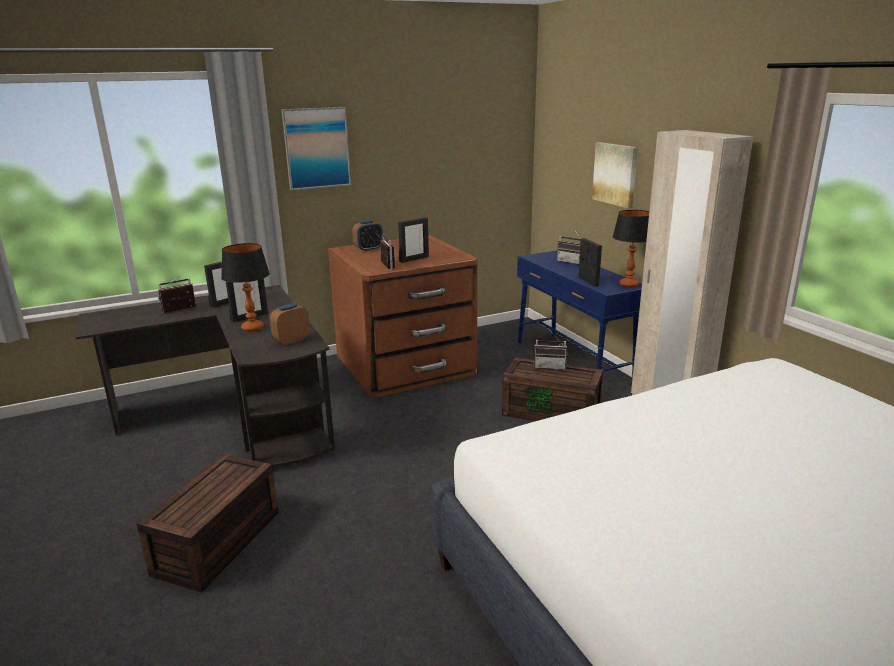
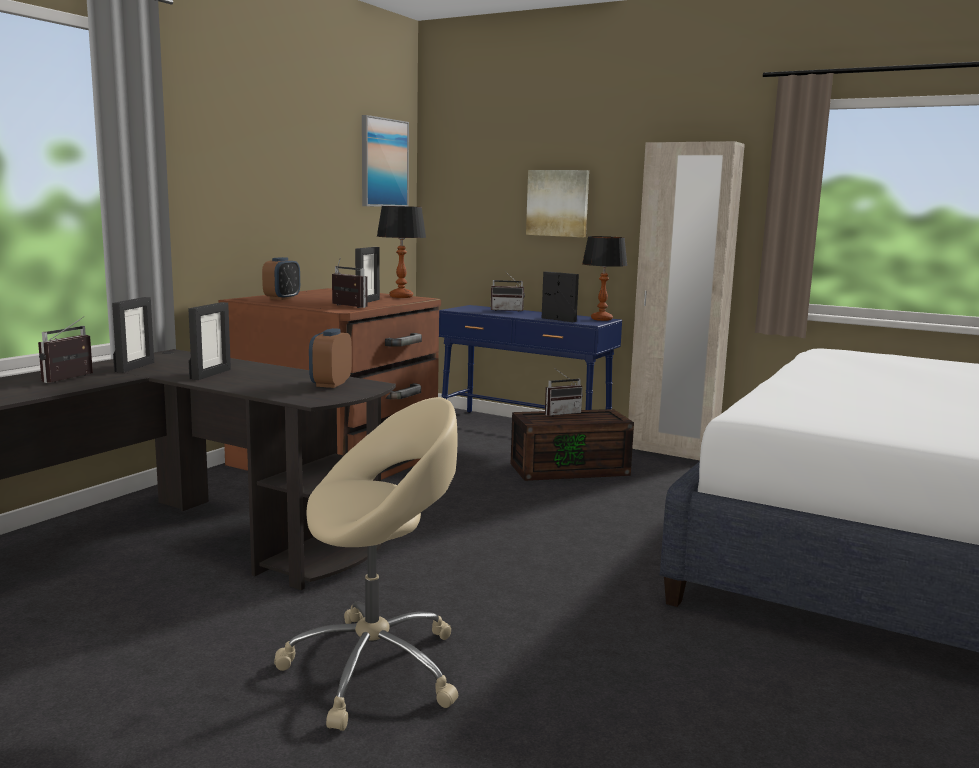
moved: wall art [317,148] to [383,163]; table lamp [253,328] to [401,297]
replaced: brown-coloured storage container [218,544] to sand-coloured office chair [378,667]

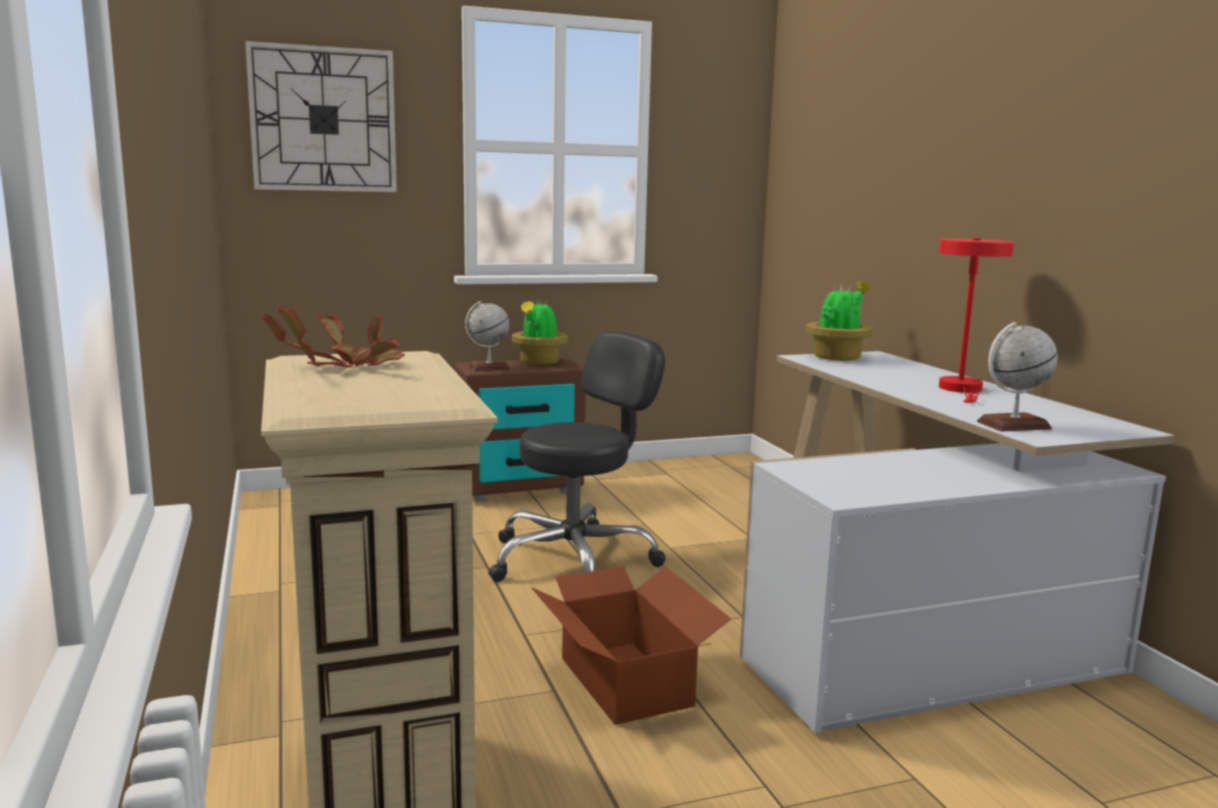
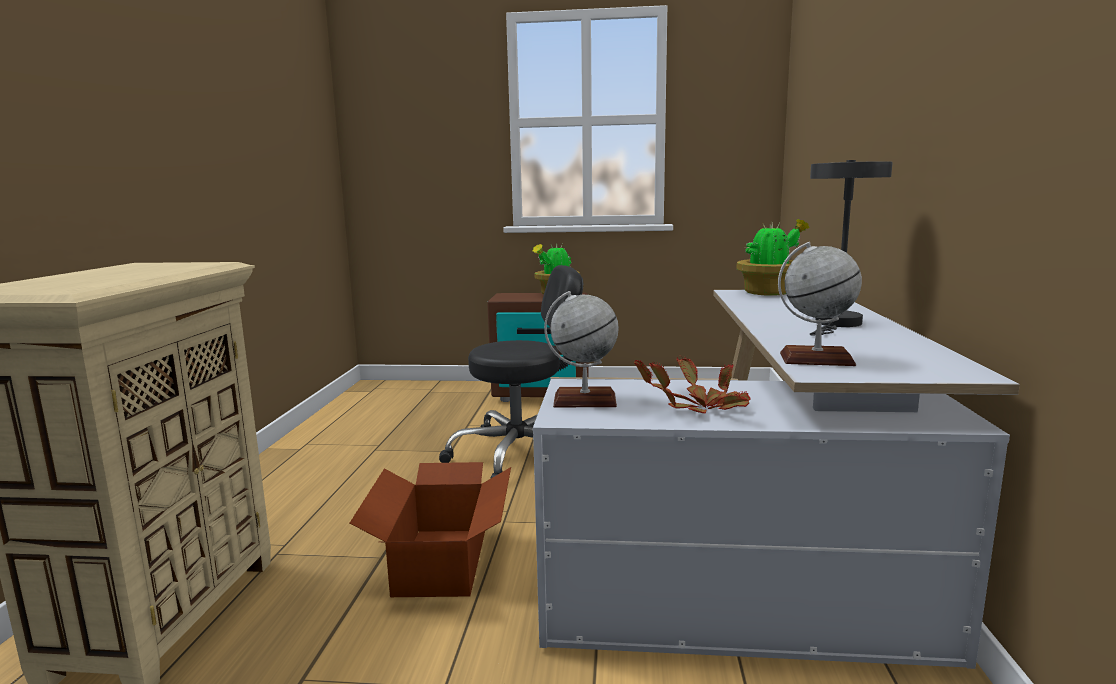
removed: wall clock [323,120]
moved: globe [488,368] to [584,400]; plant in a pot [346,366] to [700,407]
recoloured: red table lamp [962,390] to gray table lamp [837,324]

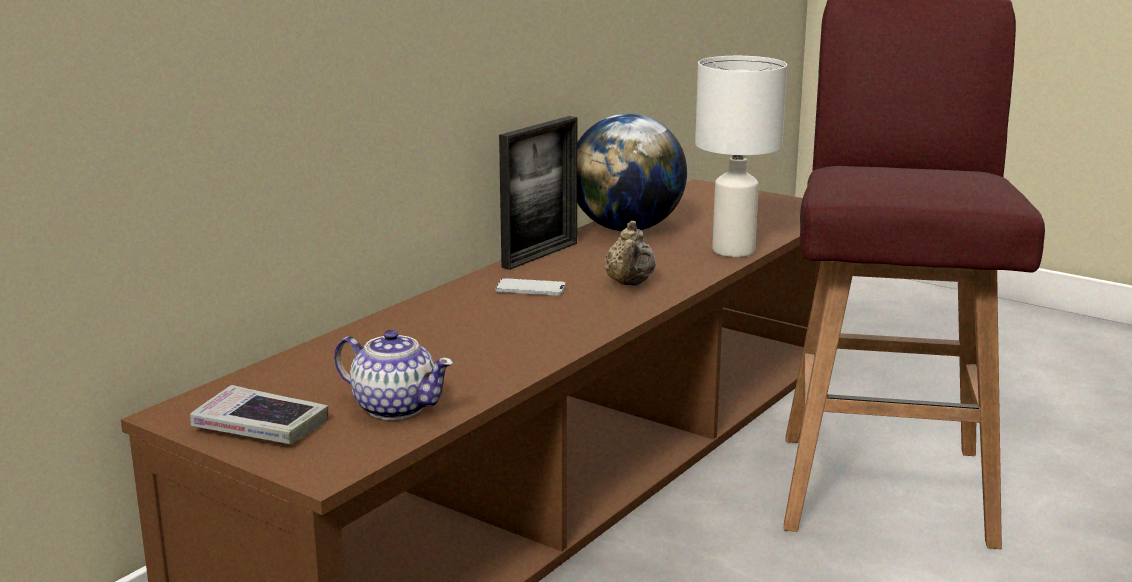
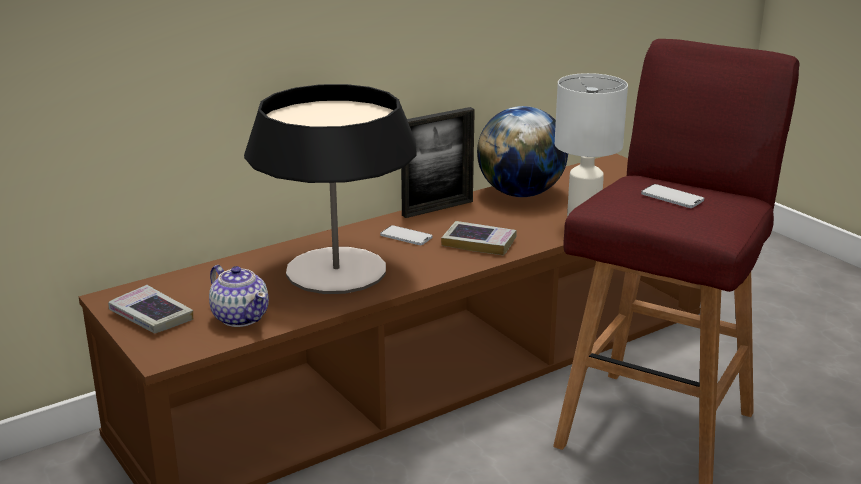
added: table lamp [336,270]; phone [672,197]
replaced: sand-coloured teapot [629,284] to bound book [479,243]

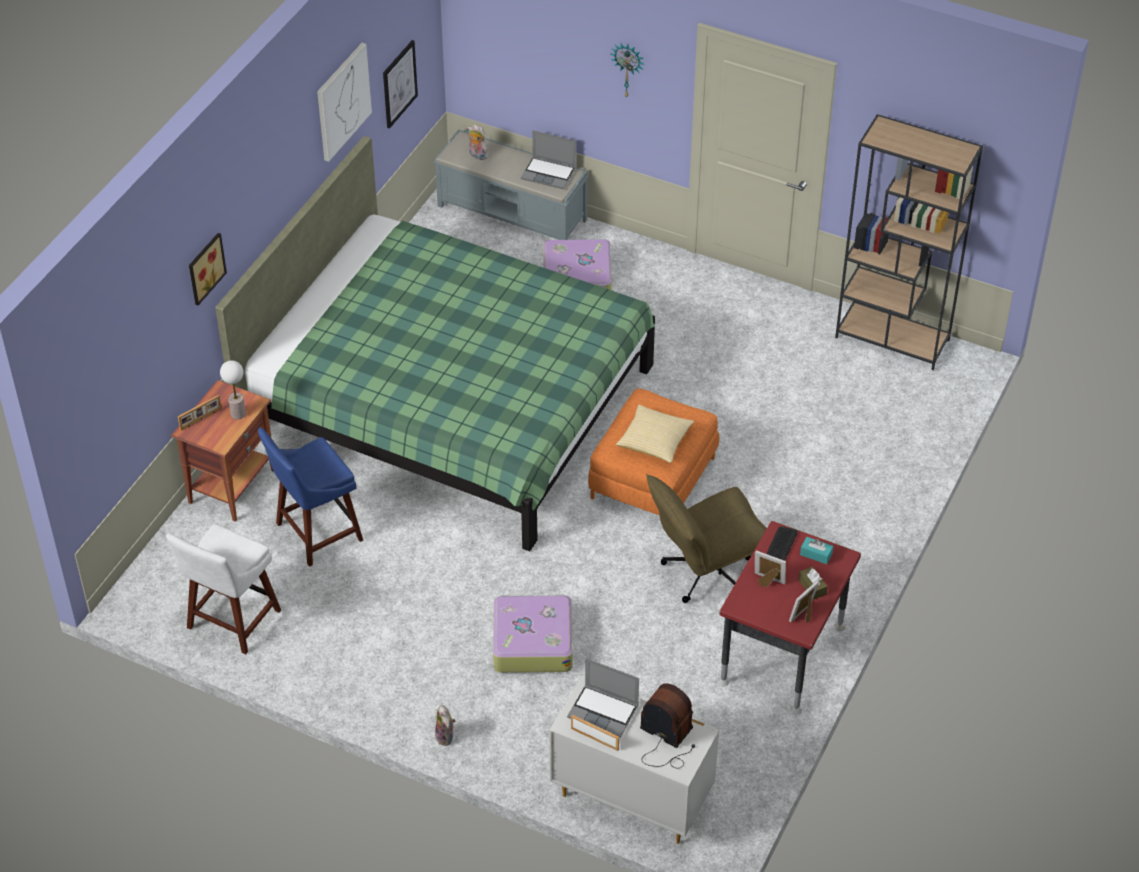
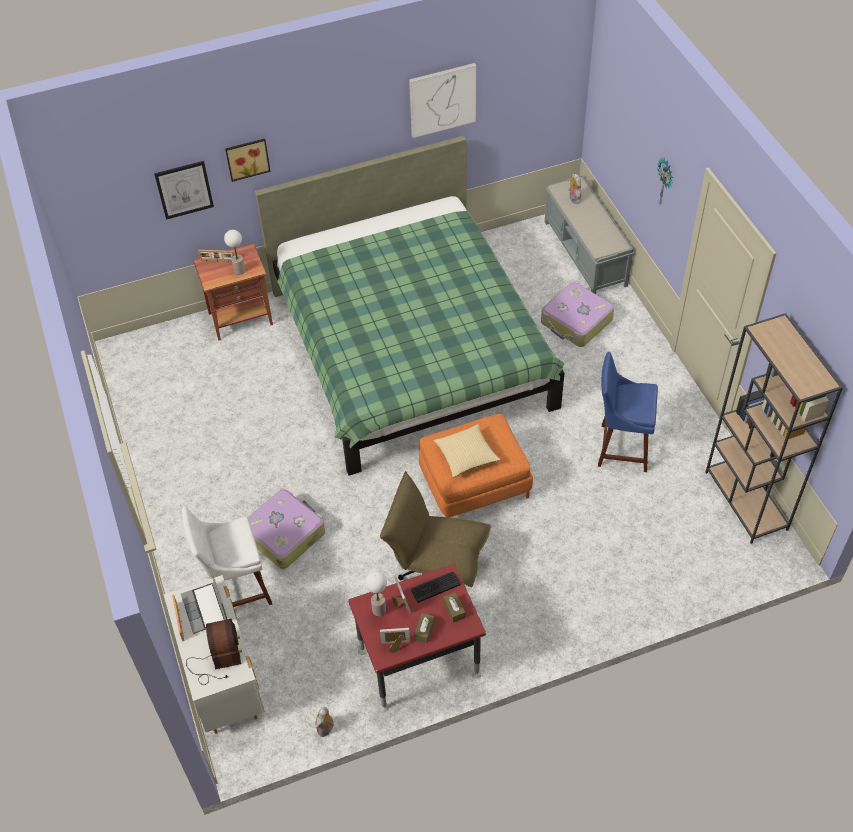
removed: laptop [549,173]
added: table lamp [379,610]
moved: wall art [399,84] to [184,189]; blue upright chair [315,533] to [620,447]; whitish upright chair [230,622] to [235,588]; soft toy [446,737] to [326,729]
recoloured: turquoise-coloured tissue box [816,554] to brown-coloured tissue box [454,609]

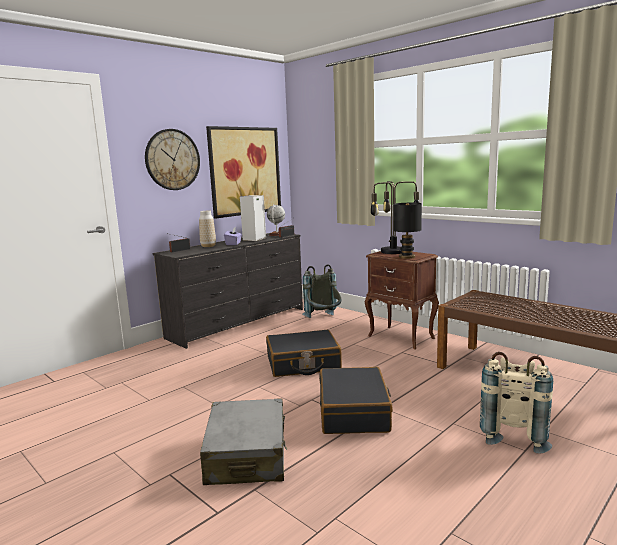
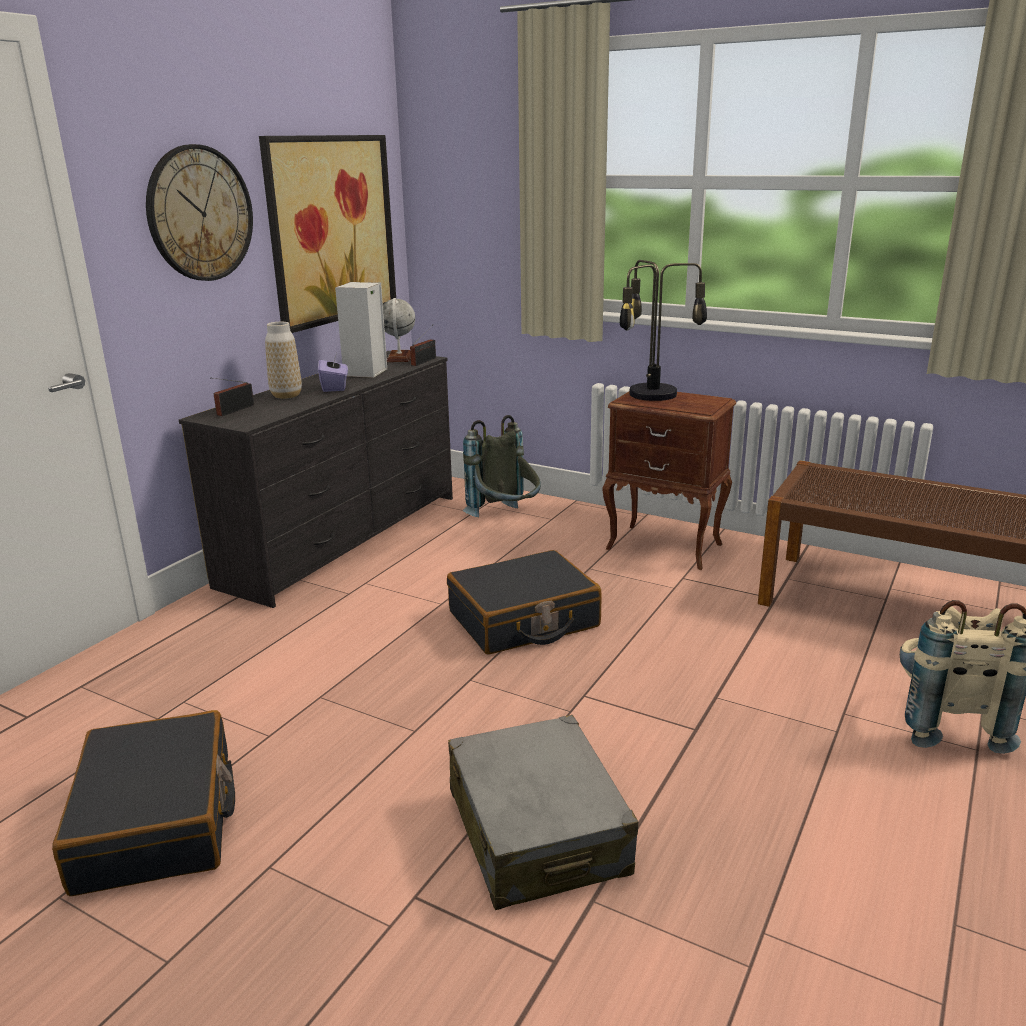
removed: black-coloured table lamp [407,257]
moved: black-coloured piece of luggage [354,412] to [157,821]

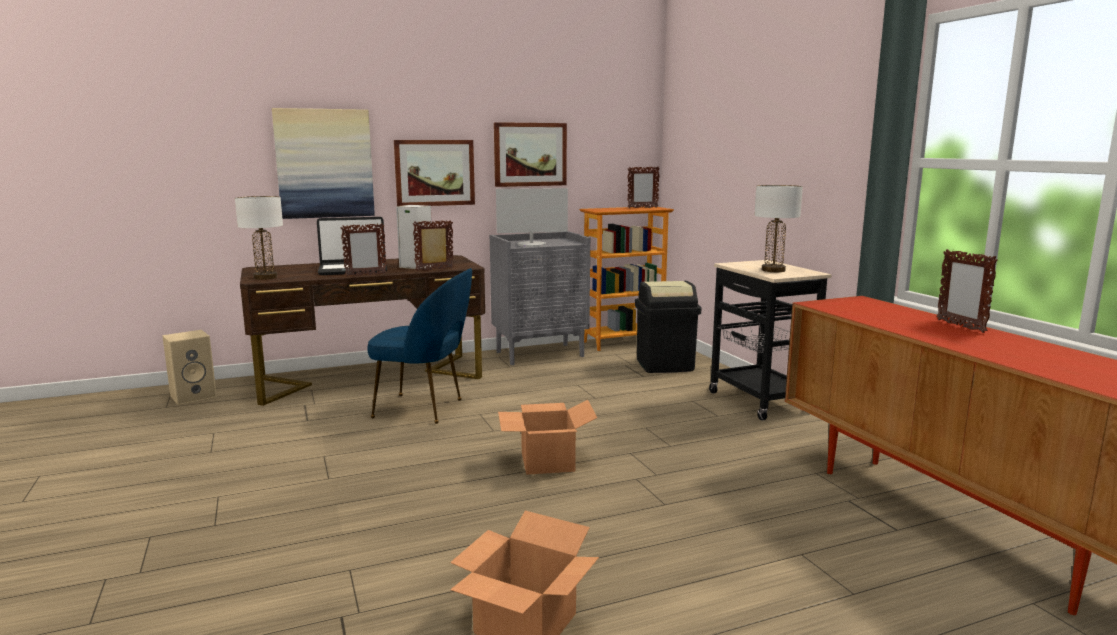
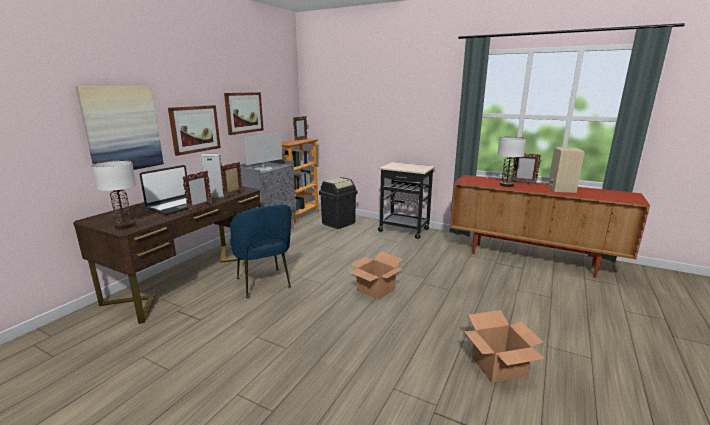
moved: table lamp [773,270] to [506,185]; sand-coloured loudspeaker [194,396] to [560,189]
turned: blue upright chair [425,409] = [264,285] 90 degrees clockwise

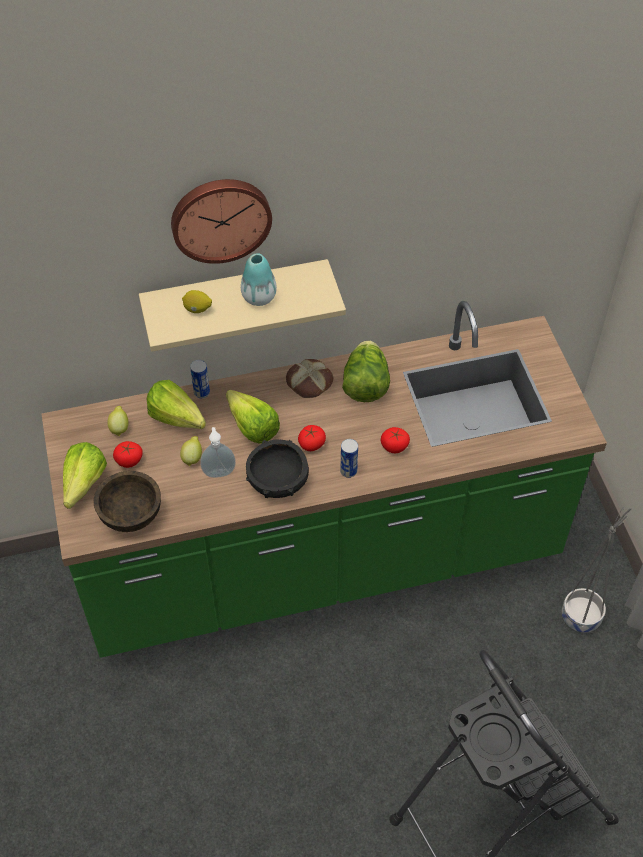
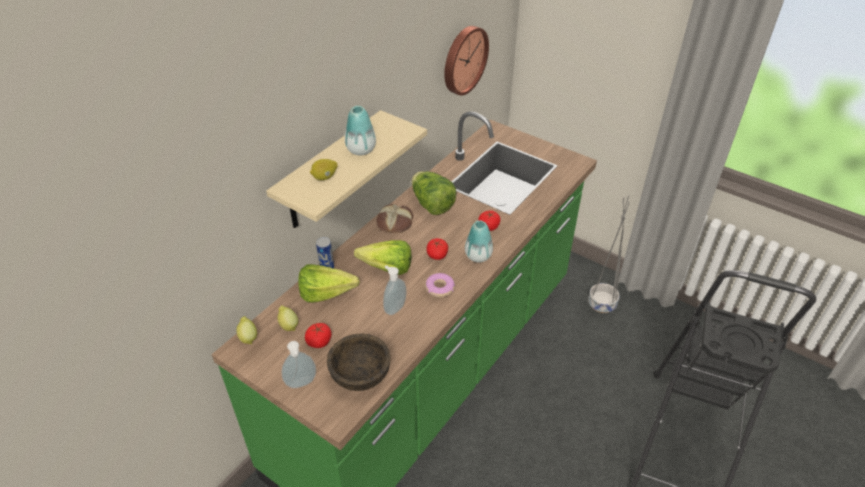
moved: wall clock [220,218] to [463,59]; citrus fruit [192,457] to [248,337]
replaced: black-coloured serving bowl [277,480] to donut [440,288]; can [348,471] to decorative vase [478,256]; lettuce head [81,489] to soap bottle [301,384]

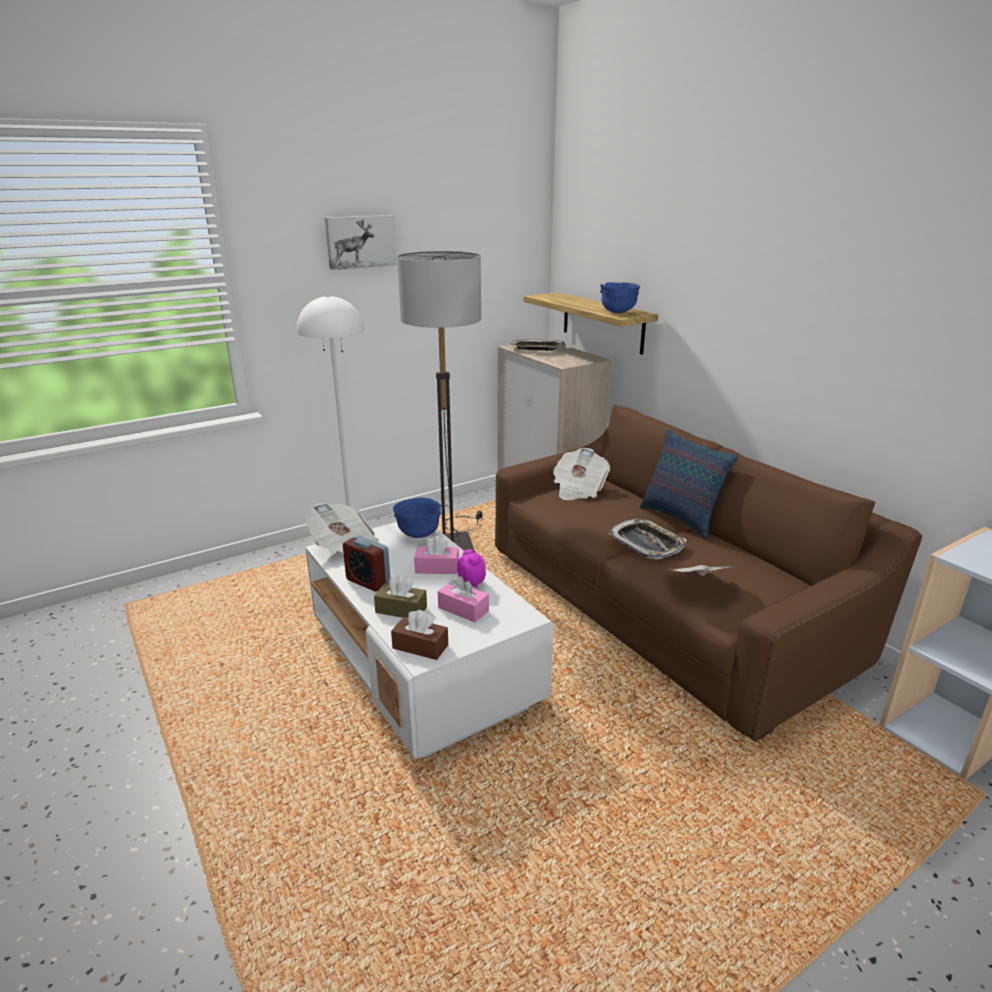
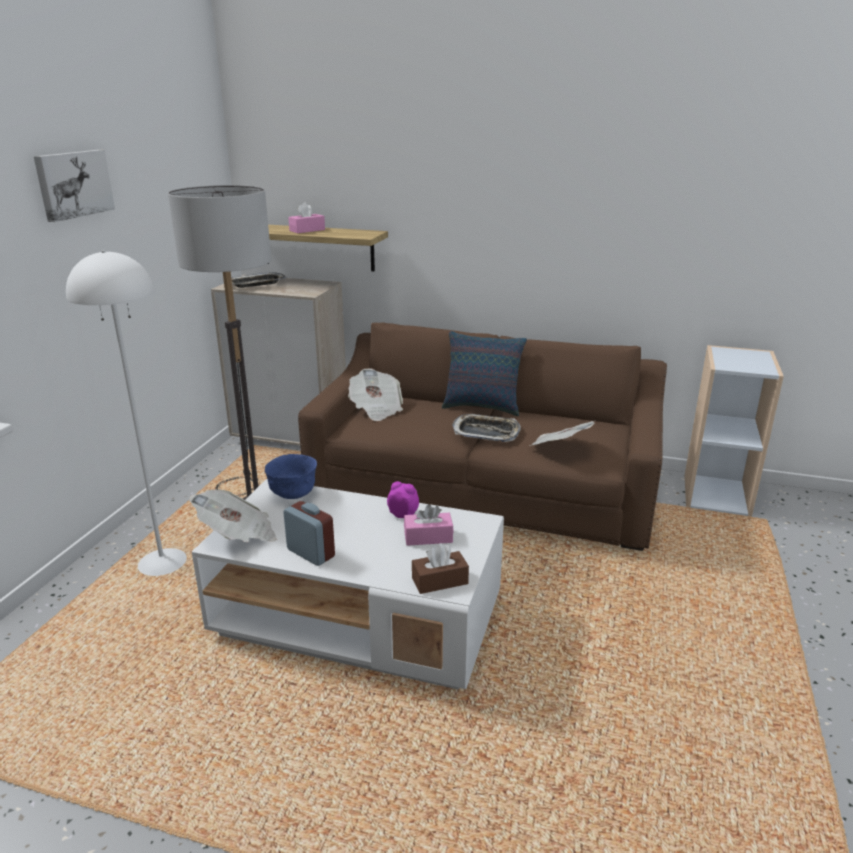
removed: blue serving bowl [618,312]; brown-coloured tissue box [401,610]
moved: pink tissue box [437,568] to [307,230]
turned: table clock [368,581] = [311,553] 135 degrees counterclockwise

